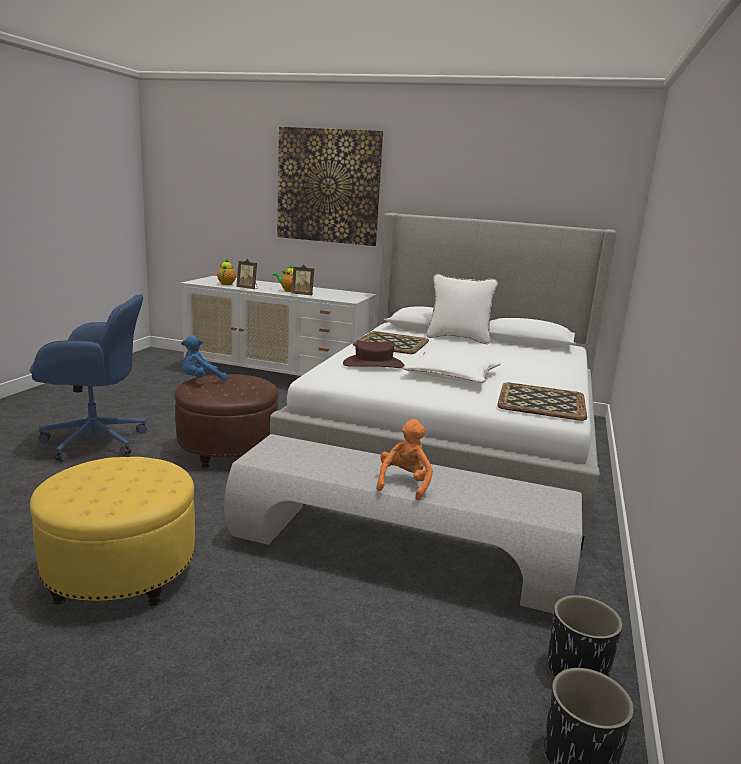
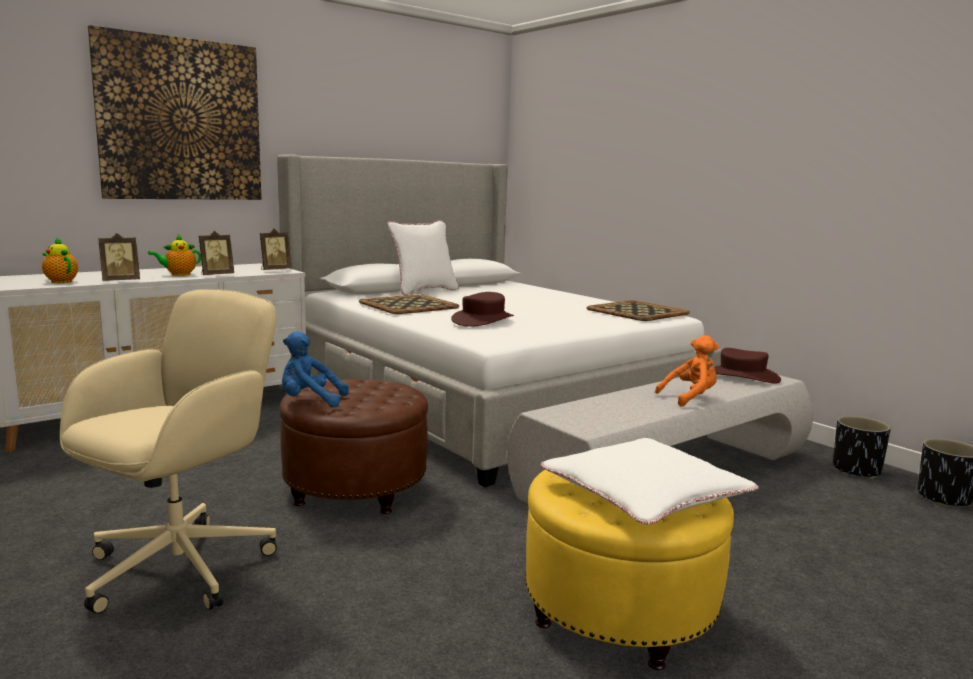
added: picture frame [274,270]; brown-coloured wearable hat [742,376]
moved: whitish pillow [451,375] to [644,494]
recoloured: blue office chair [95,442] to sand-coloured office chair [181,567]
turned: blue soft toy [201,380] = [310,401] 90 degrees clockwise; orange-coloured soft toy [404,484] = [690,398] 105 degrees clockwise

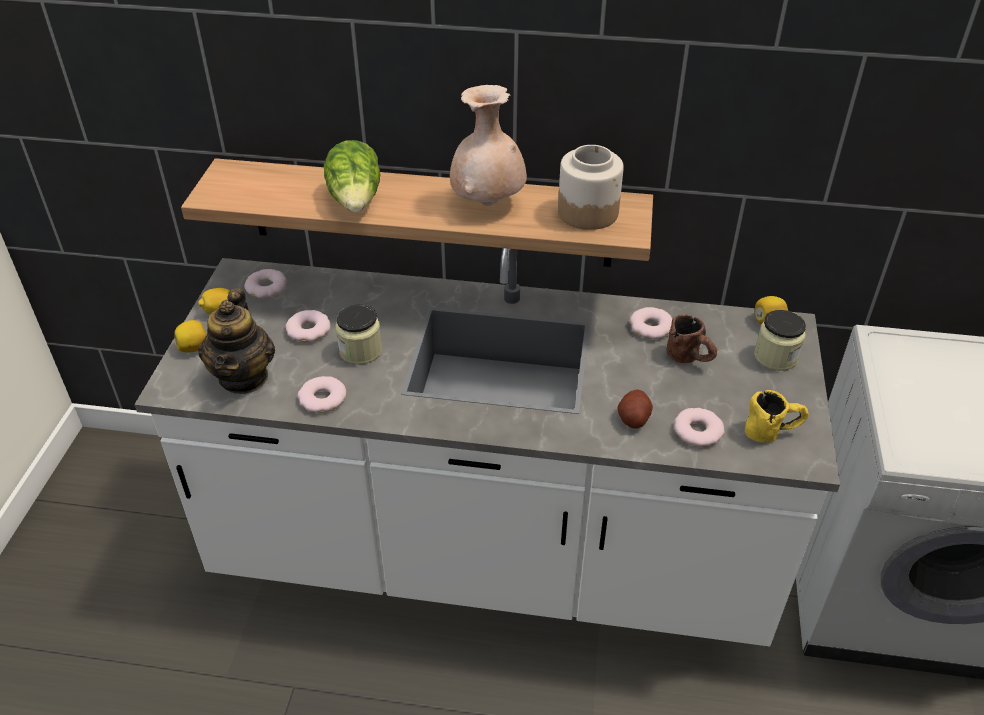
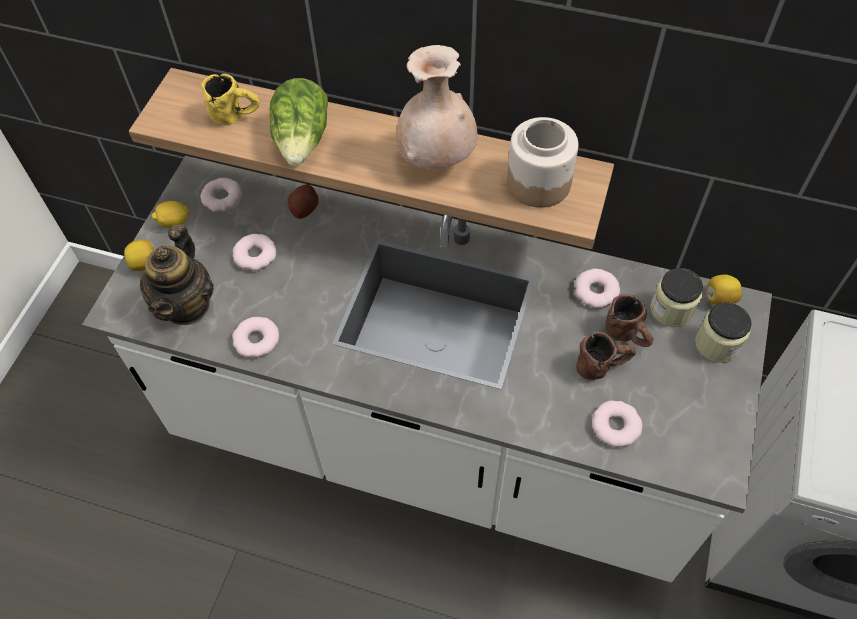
added: brown-coloured coffee mug [603,365]
moved: preserve jar [360,351] to [671,309]; spud [633,418] to [304,209]; yellowish coffee mug [773,431] to [237,116]

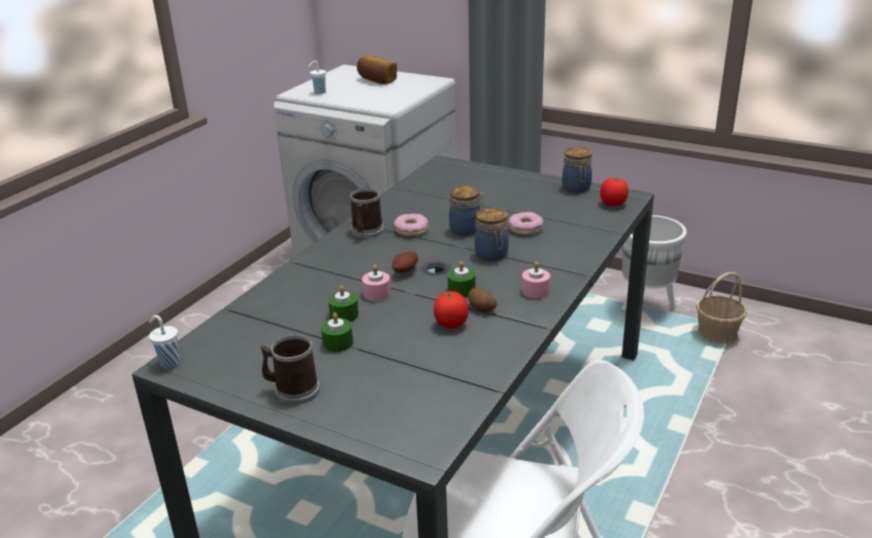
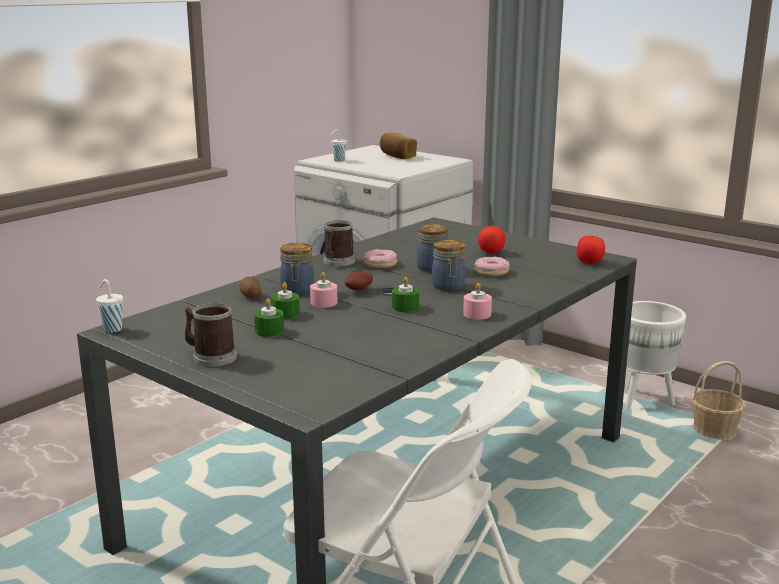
moved: preserve jar [576,188] to [297,290]; spud [481,308] to [250,296]; tomato [451,324] to [491,252]

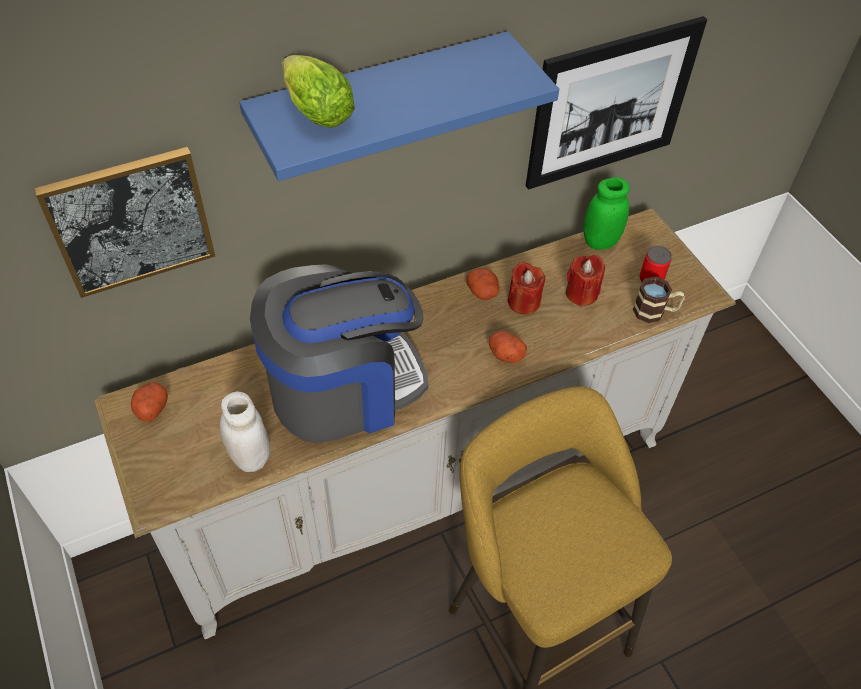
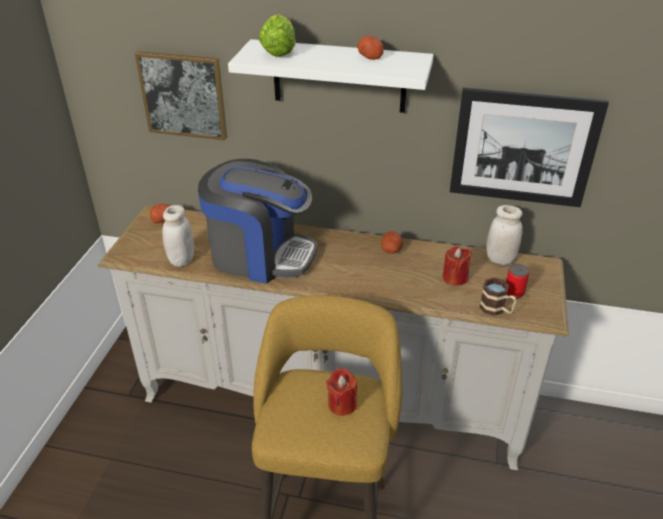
moved: red wax candle [523,302] to [342,404]; spud [505,354] to [369,56]
recoloured: blue shelf [380,104] to whitish shelf [339,76]; green-coloured preserve jar [600,241] to whitish preserve jar [500,259]

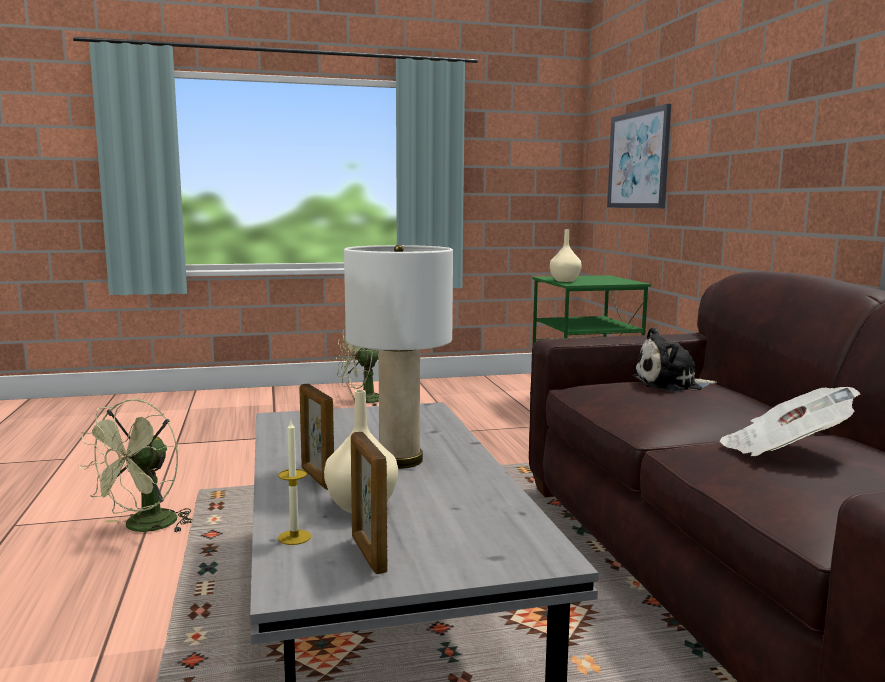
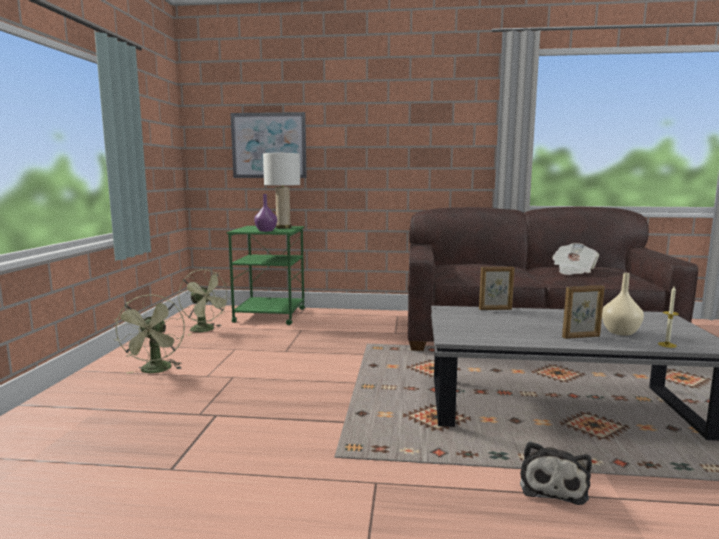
moved: whitish table lamp [400,460] to [283,227]; soft toy [671,384] to [553,485]; green-coloured fan [144,527] to [206,330]; picture frame [368,554] to [495,309]
recoloured: sand-coloured decorative vase [564,281] to purple decorative vase [266,231]

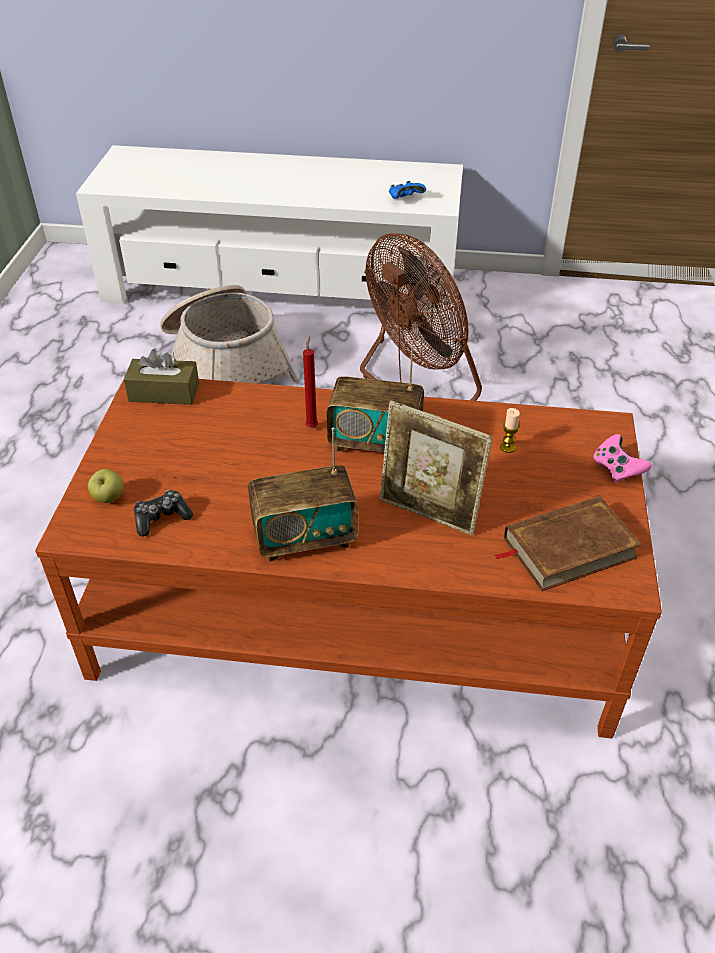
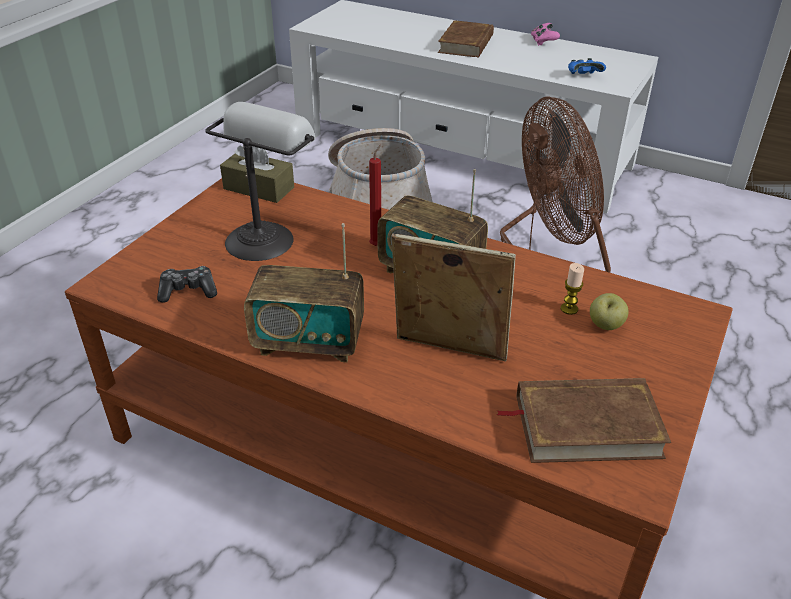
added: brown-coloured bound book [466,44]; table lamp [266,233]
moved: pink joypad [616,469] to [543,42]; apple [109,498] to [605,326]
turned: picture frame [429,514] = [448,352] 150 degrees clockwise

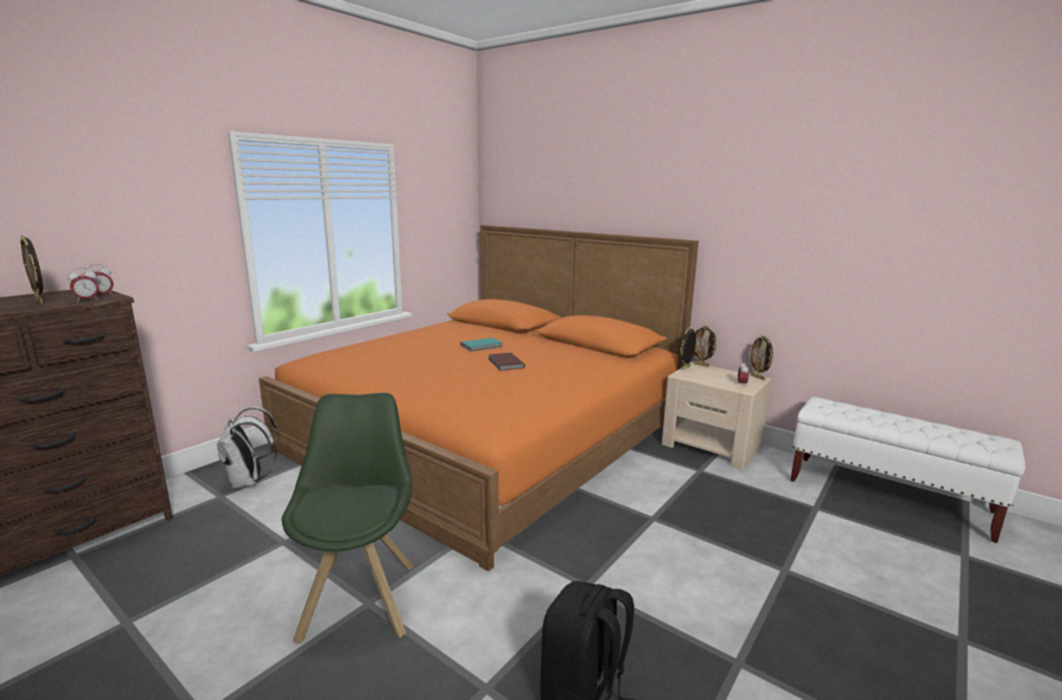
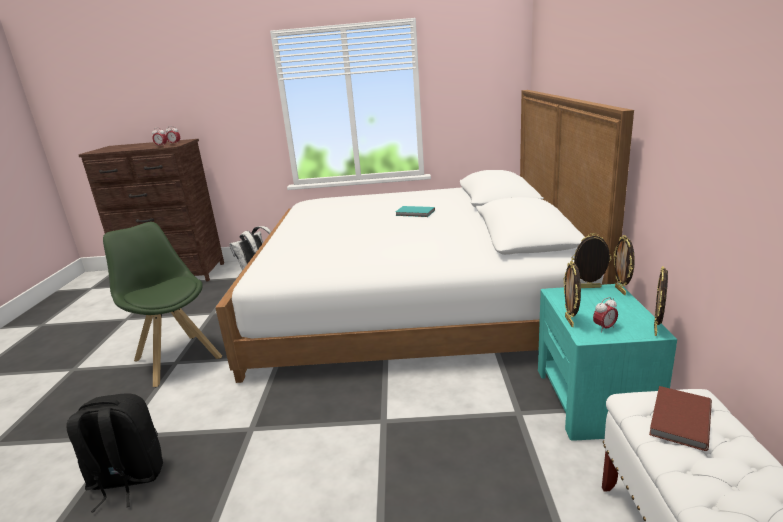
moved: picture frame [40,302] to [570,321]; brown-coloured bound book [505,363] to [678,419]
recoloured: orange-coloured bed [487,435] to whitish bed [414,297]; sand-coloured night table [712,446] to turquoise-coloured night table [593,399]
turned: green-coloured upright chair [360,600] = [177,359] 90 degrees counterclockwise

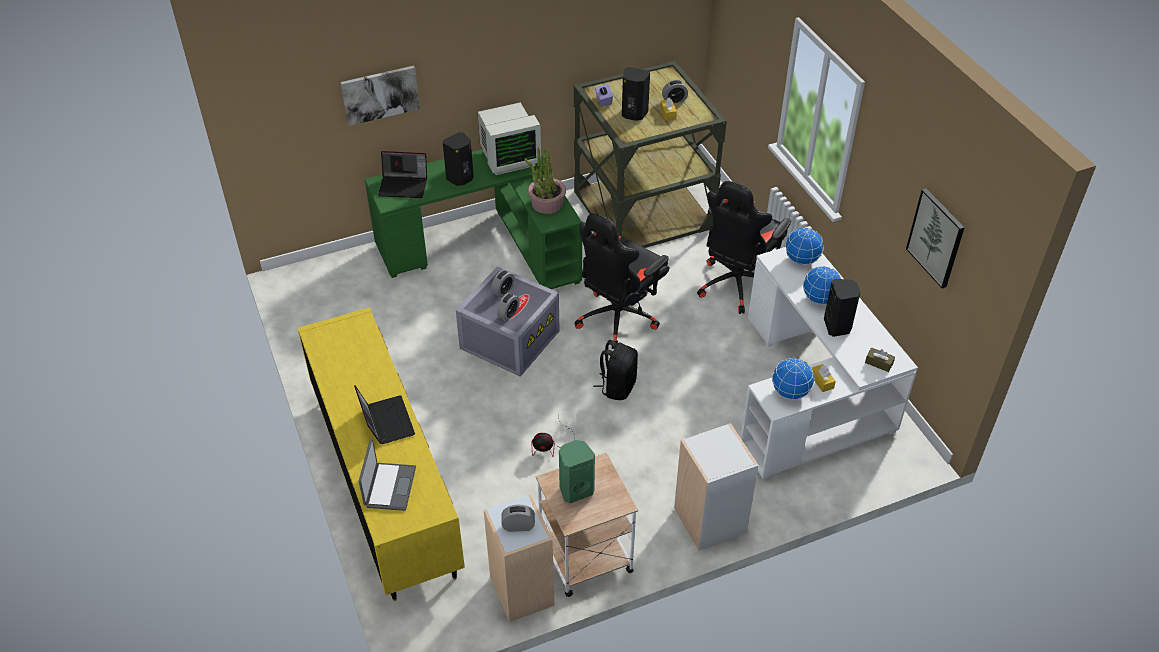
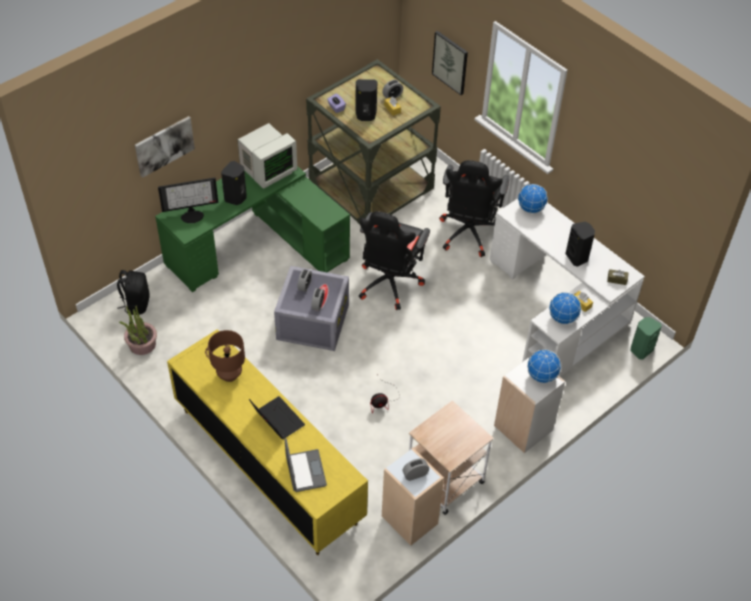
added: brown-coloured table lamp [225,365]
moved: plant in a pot [546,203] to [142,344]; wall art [936,237] to [450,62]; globe [819,299] to [541,376]; black-coloured backpack [617,386] to [136,304]; green-coloured loudspeaker [575,489] to [640,350]
replaced: laptop [404,186] to computer screen [192,215]

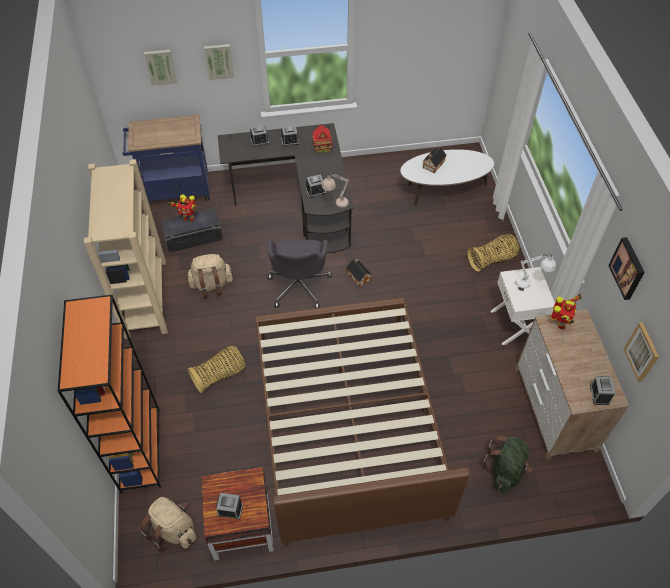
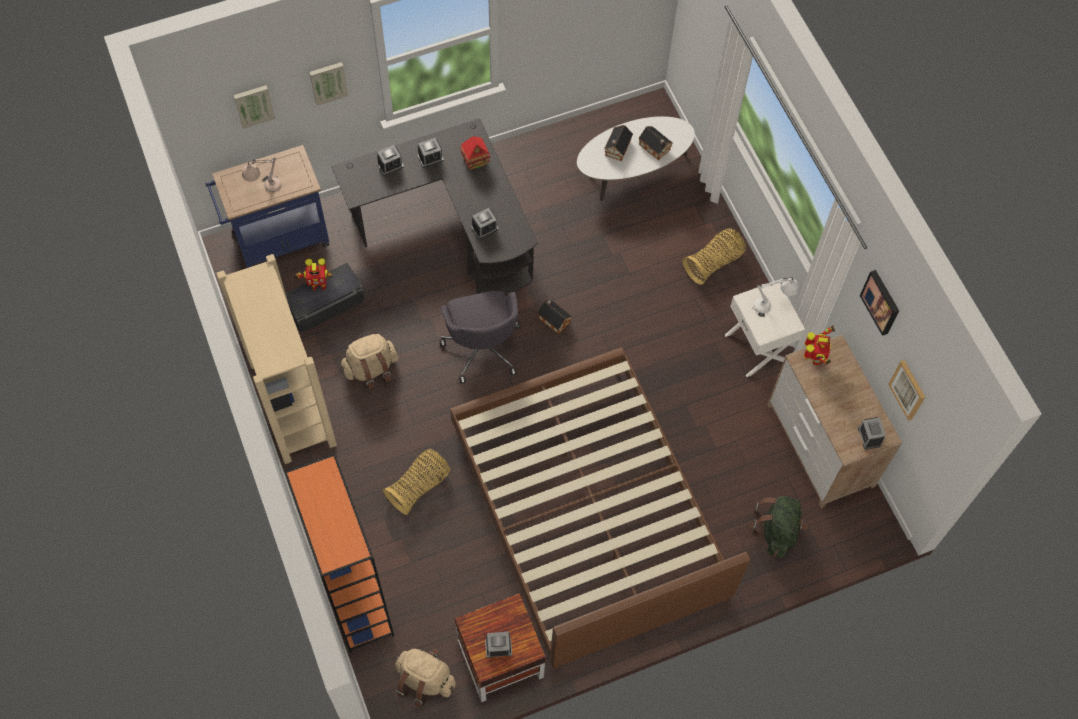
added: miniature house [655,148]
moved: sand-coloured table lamp [335,205] to [265,190]

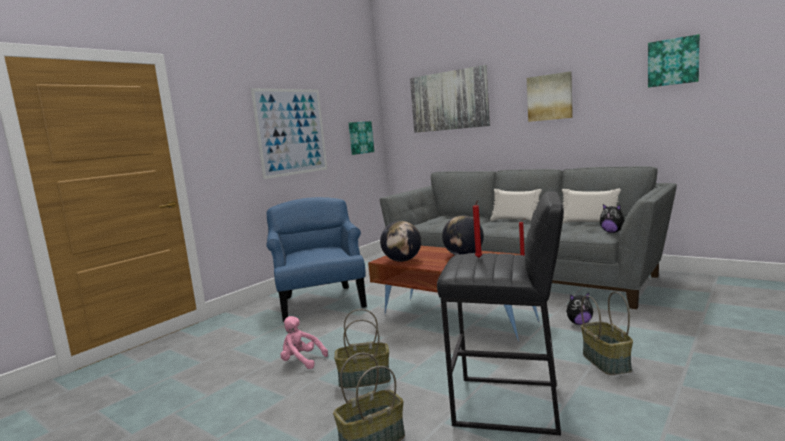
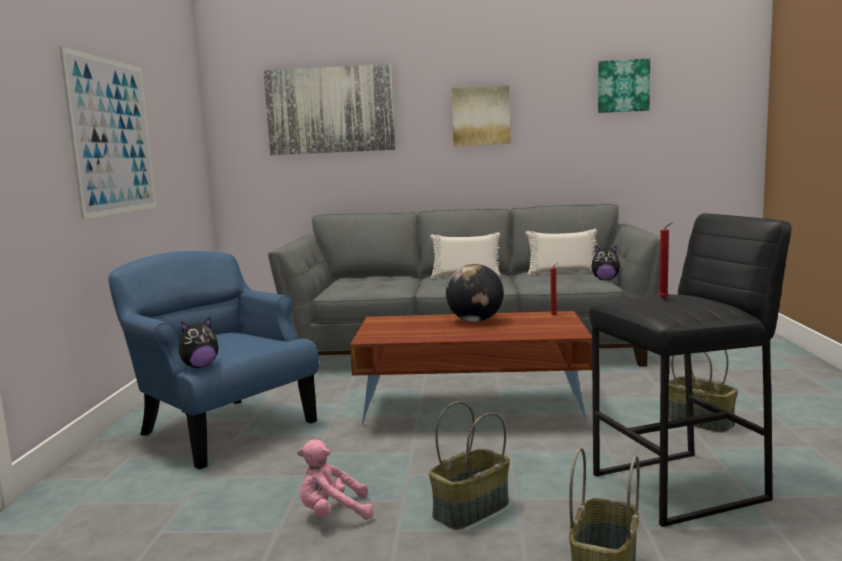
removed: wall art [360,137]; globe [402,260]
moved: soft toy [579,323] to [199,366]

